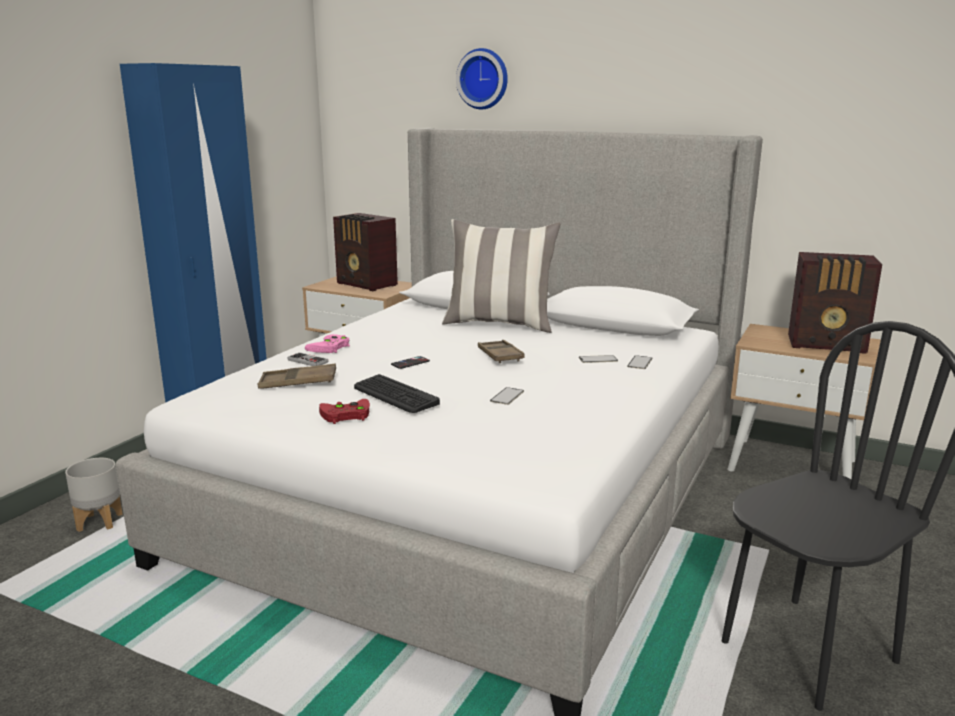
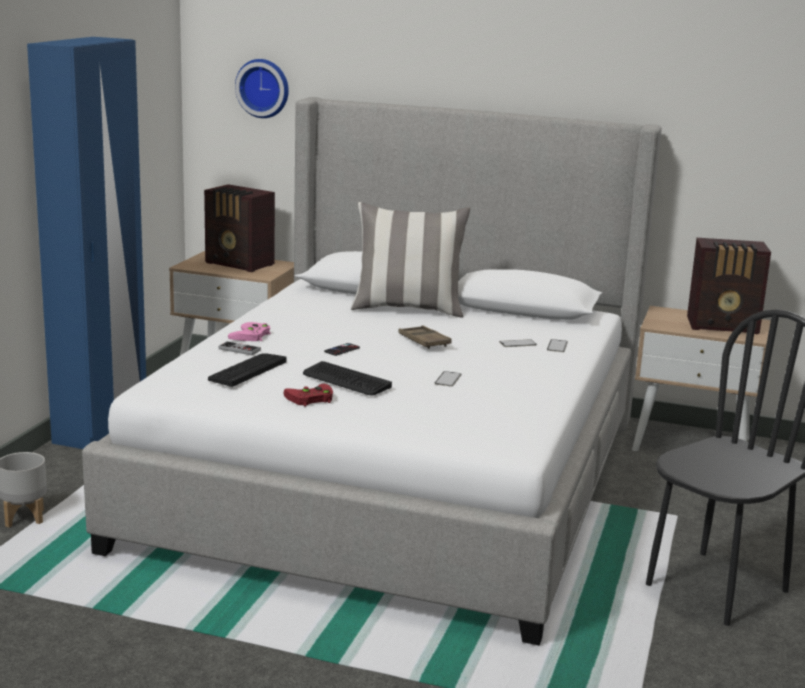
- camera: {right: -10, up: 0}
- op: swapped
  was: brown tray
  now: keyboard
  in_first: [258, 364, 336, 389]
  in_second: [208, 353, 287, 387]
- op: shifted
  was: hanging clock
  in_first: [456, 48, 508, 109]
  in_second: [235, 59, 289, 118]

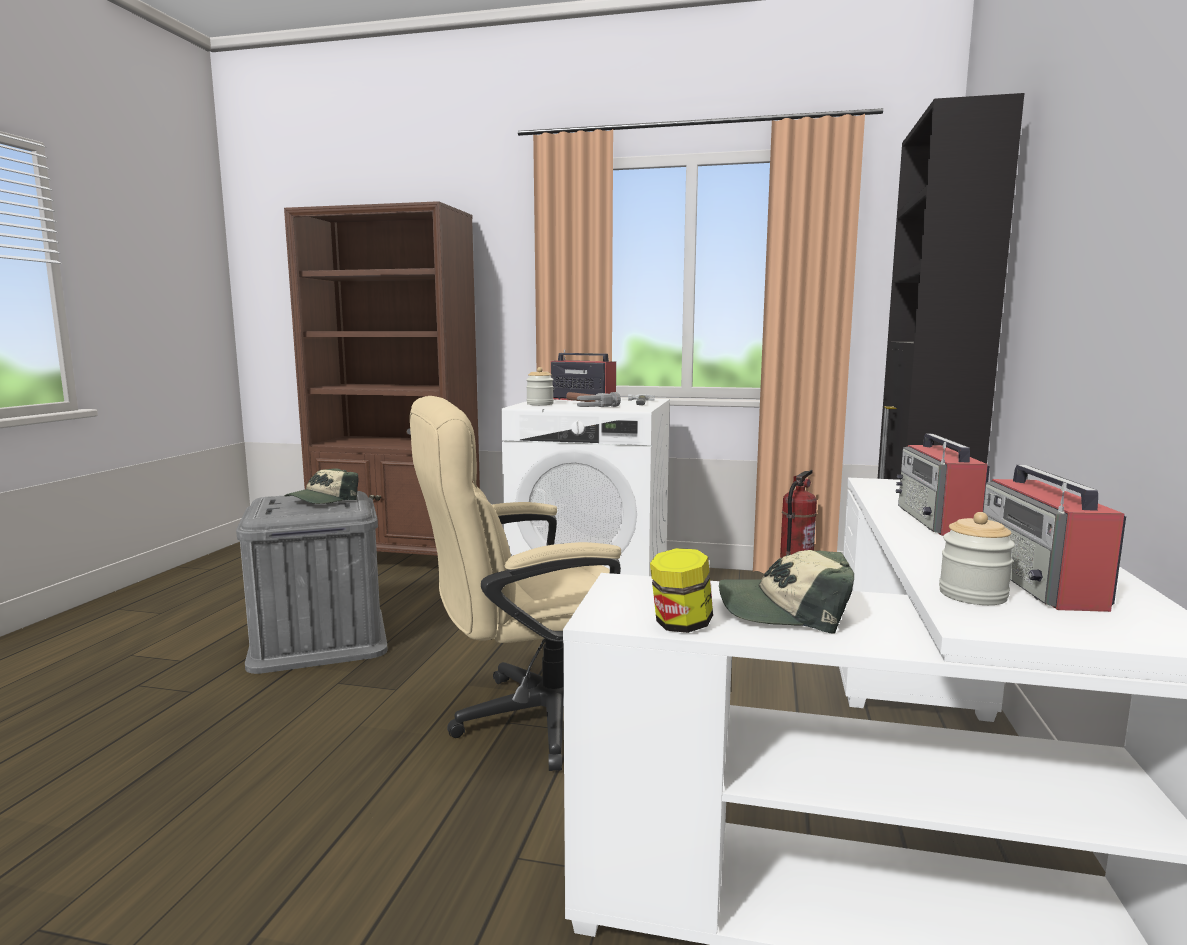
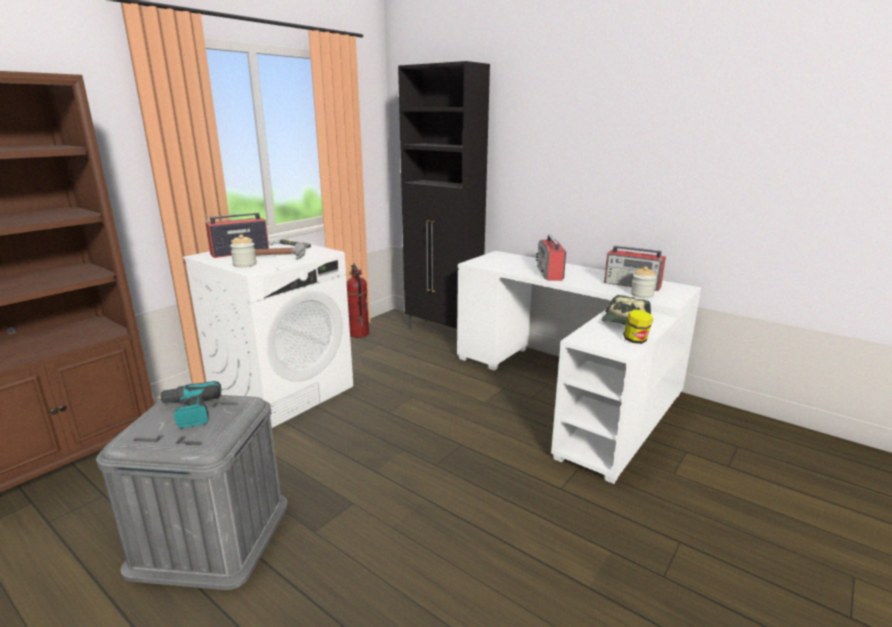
- camera: {right: -65, up: 10}
- op: swapped
  was: cap
  now: electric drill
  in_first: [284, 468, 359, 504]
  in_second: [154, 381, 221, 428]
- op: gone
  was: beige-coloured desk chair
  in_first: [410, 396, 621, 771]
- op: rotated
  was: radio receiver
  in_first: [896, 434, 990, 536]
  in_second: [536, 235, 566, 281]
  clockwise: 60

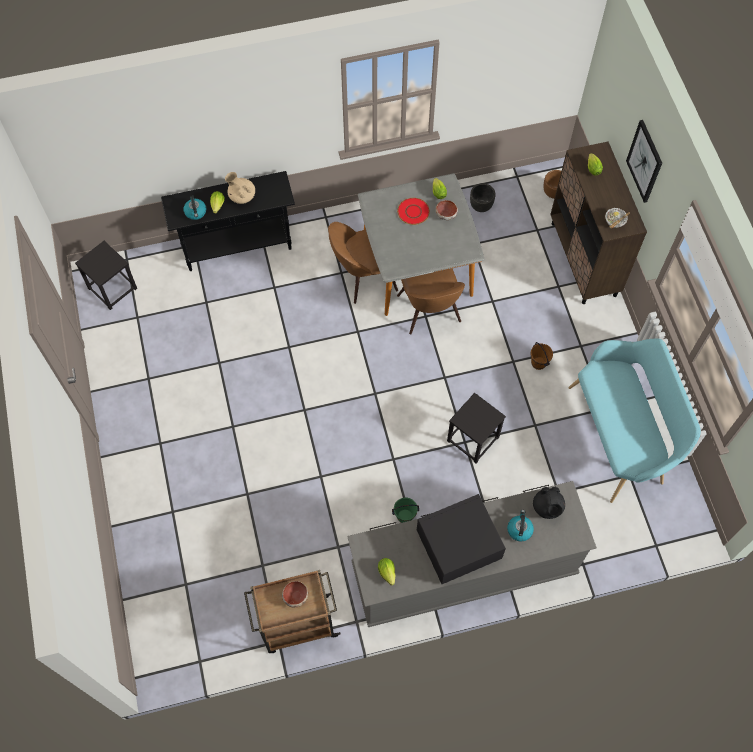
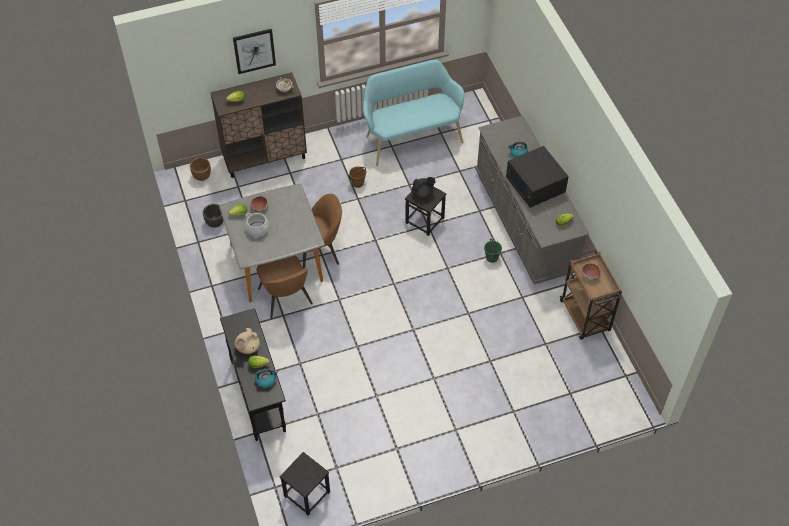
- camera: {right: -95, up: -10}
- op: swapped
  was: red-coloured dinner plate
  now: stockpot
  in_first: [397, 198, 430, 225]
  in_second: [246, 213, 269, 237]
- op: shifted
  was: black tea pot
  in_first: [533, 486, 565, 519]
  in_second: [412, 177, 436, 199]

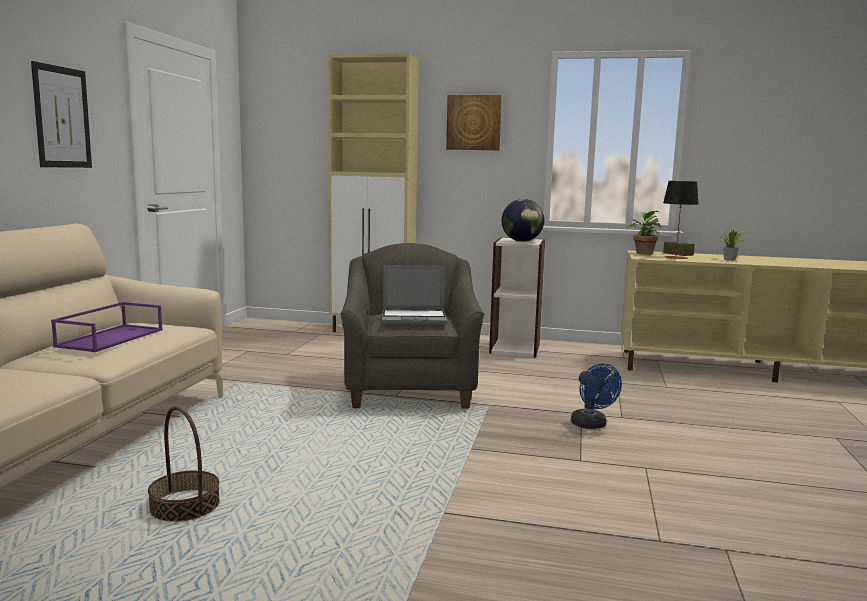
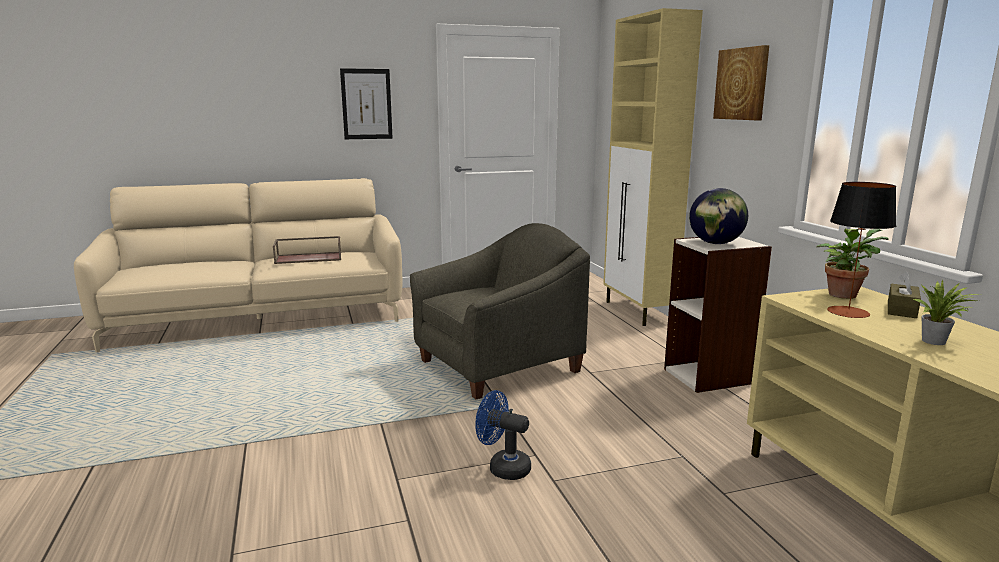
- camera: {right: 60, up: 5}
- op: repainted
  was: purplish tray
  now: brown tray
  in_first: [51, 302, 163, 352]
  in_second: [273, 236, 341, 264]
- op: gone
  was: storage basket
  in_first: [148, 406, 220, 522]
- op: gone
  was: notebook computer
  in_first: [382, 265, 448, 325]
- op: rotated
  was: bluish cooling fan
  in_first: [571, 364, 622, 429]
  in_second: [475, 390, 531, 480]
  clockwise: 75

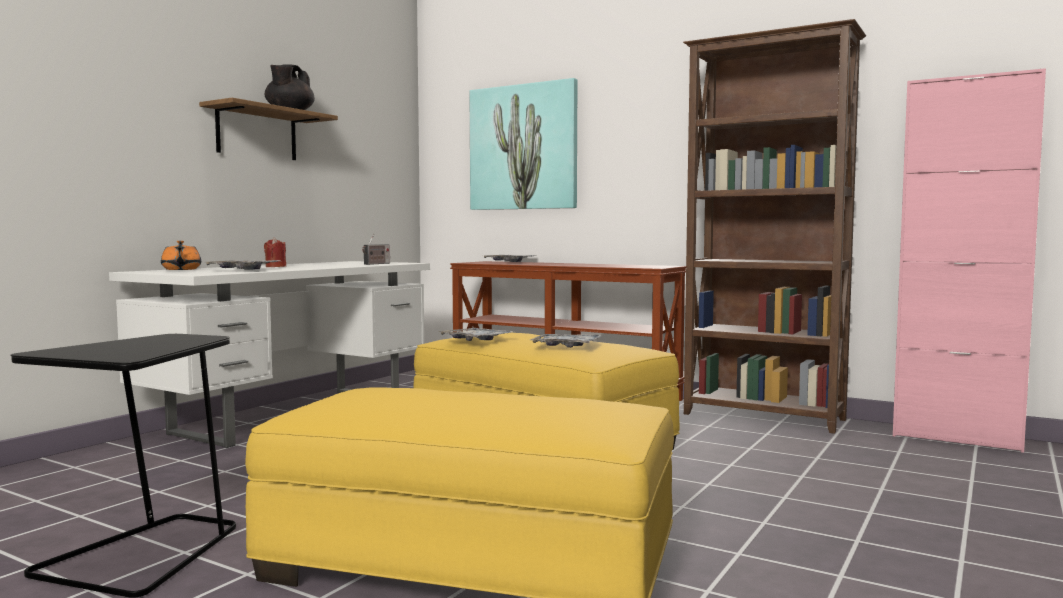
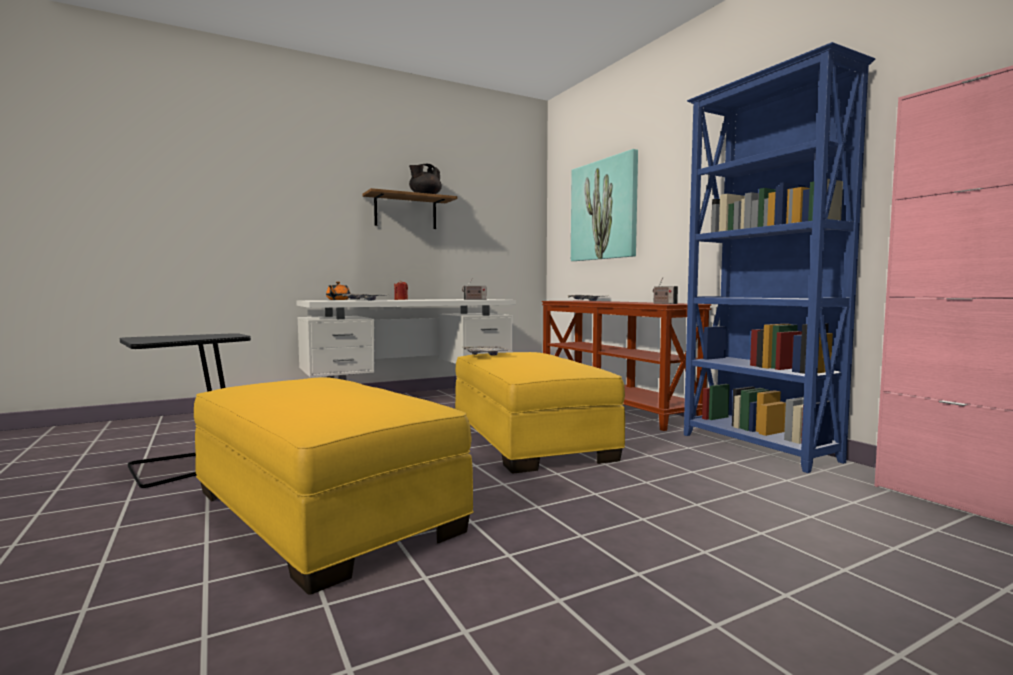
- camera: {right: 30, up: 0}
- op: gone
  was: tray
  in_first: [530, 334, 602, 348]
- op: repainted
  was: brown bookcase
  now: bluish bookcase
  in_first: [683, 19, 866, 434]
  in_second: [684, 42, 875, 473]
- op: new
  now: radio receiver
  in_second: [653, 277, 678, 304]

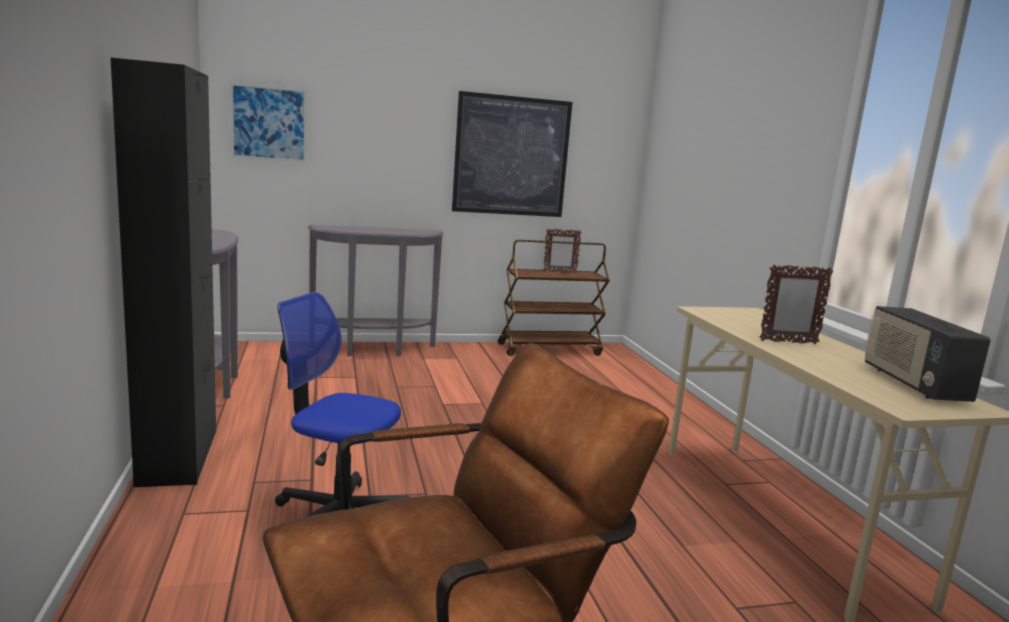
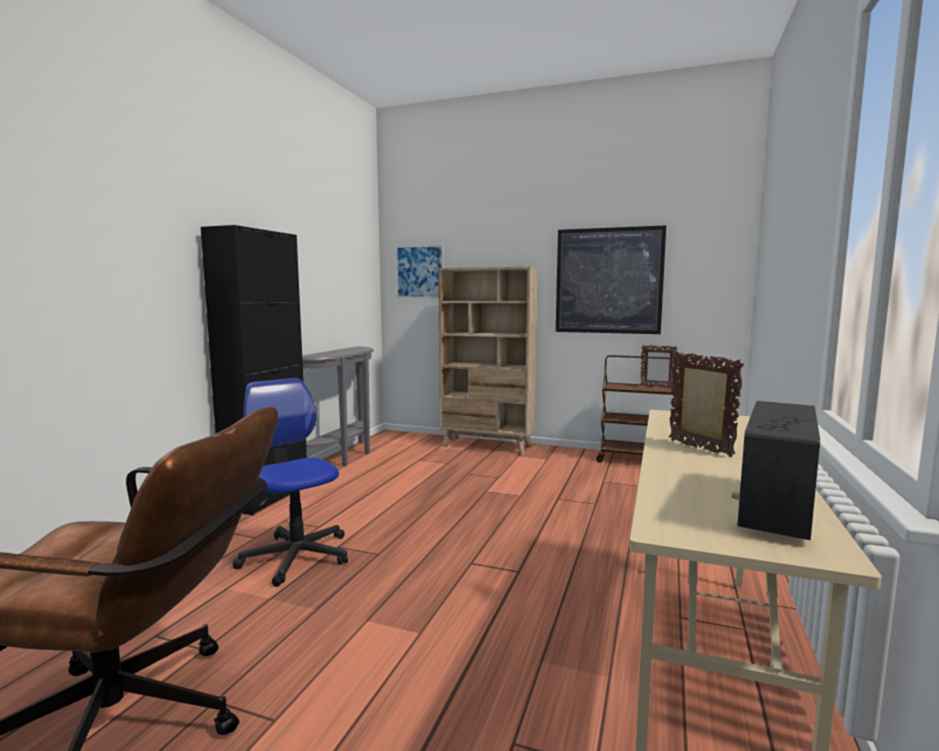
- camera: {right: 35, up: -5}
- op: swapped
  was: grey narrow table
  now: beige-coloured bookcase
  in_first: [308, 225, 444, 356]
  in_second: [438, 267, 538, 455]
- op: rotated
  was: photo frame
  in_first: [760, 264, 833, 344]
  in_second: [669, 351, 744, 457]
  clockwise: -150

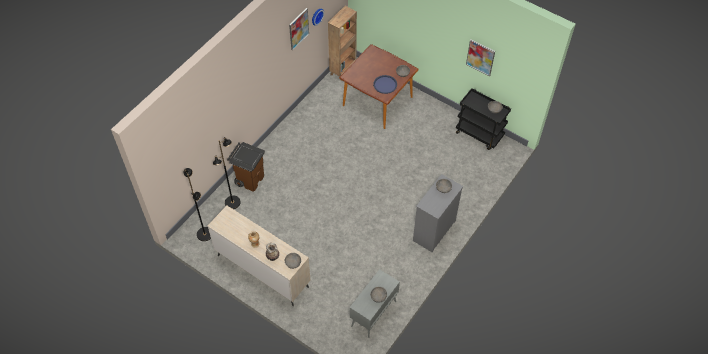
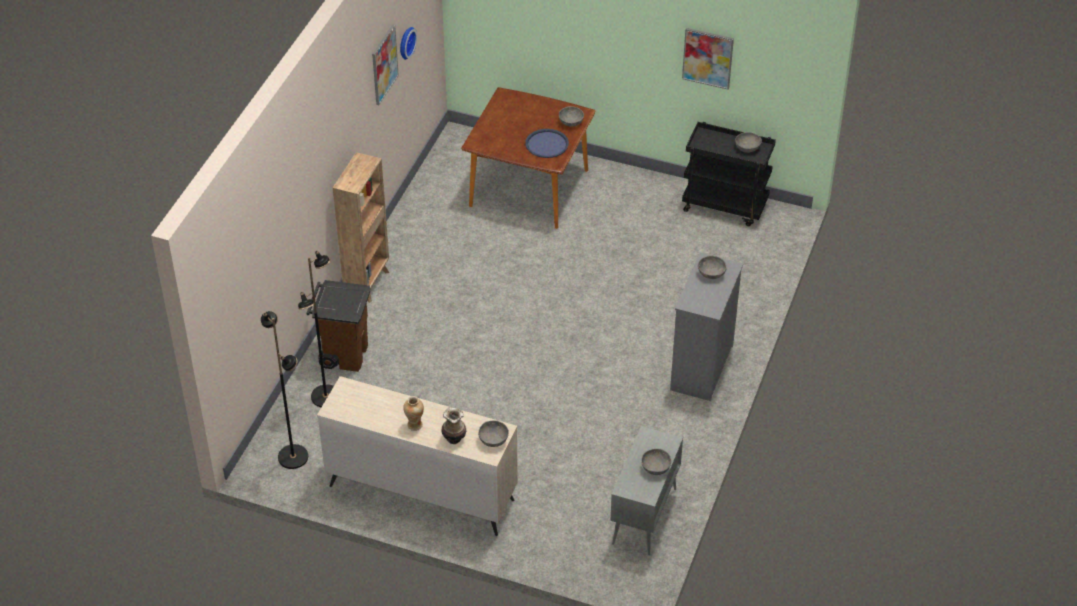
- camera: {right: -15, up: -10}
- op: shifted
  was: brown bookcase
  in_first: [328, 6, 357, 81]
  in_second: [333, 152, 389, 303]

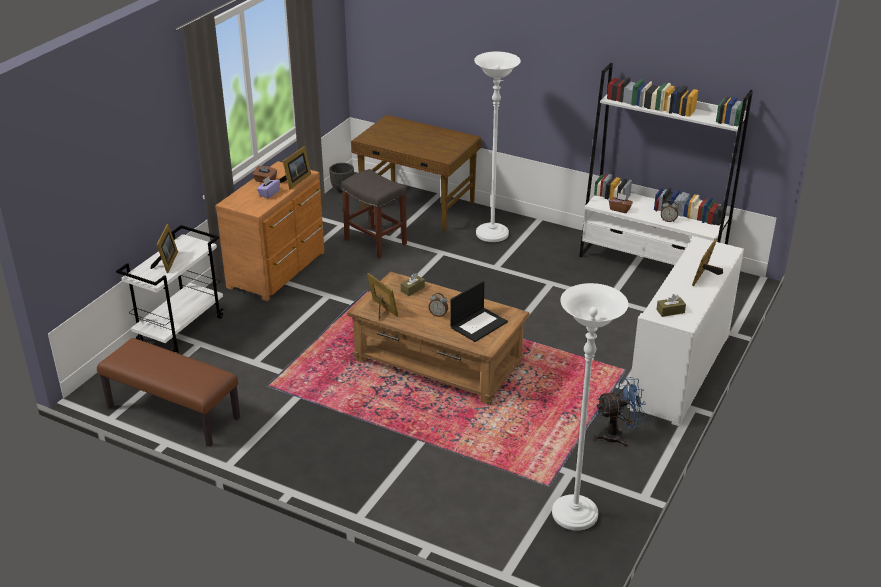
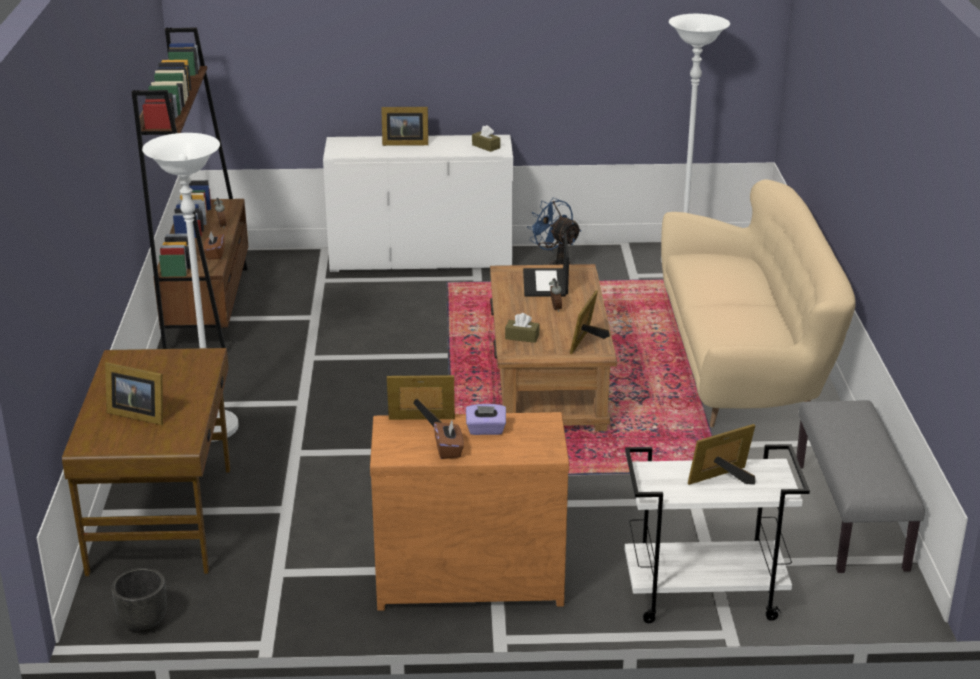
- camera: {right: -120, up: -5}
- op: repainted
  was: brown bench
  now: grey bench
  in_first: [97, 338, 240, 447]
  in_second: [796, 400, 925, 573]
- op: gone
  was: grey stool
  in_first: [341, 169, 407, 259]
- op: rotated
  was: notebook computer
  in_first: [450, 281, 508, 342]
  in_second: [523, 232, 569, 297]
  clockwise: -105
- op: repainted
  was: whitish bookcase
  now: brown bookcase
  in_first: [579, 63, 753, 265]
  in_second: [131, 27, 248, 349]
- op: new
  now: photo frame
  in_second: [105, 362, 163, 425]
- op: new
  now: beige-coloured sofa
  in_second: [661, 179, 856, 427]

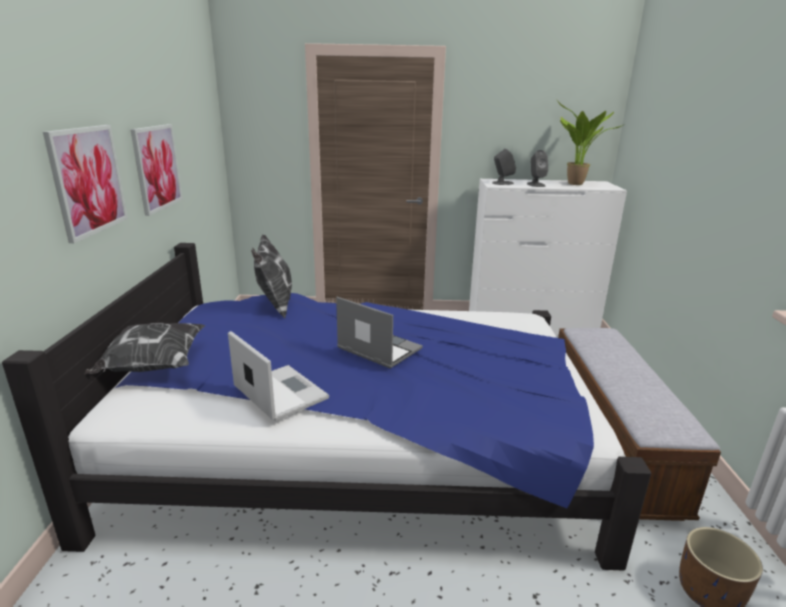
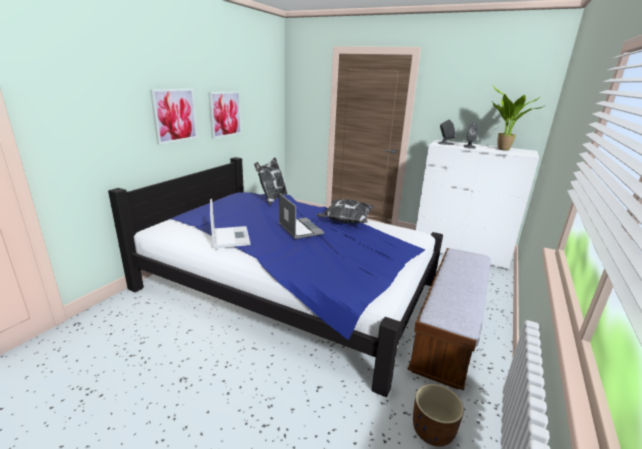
- camera: {right: 25, up: 0}
- op: shifted
  was: cushion
  in_first: [84, 323, 205, 374]
  in_second: [316, 199, 374, 223]

